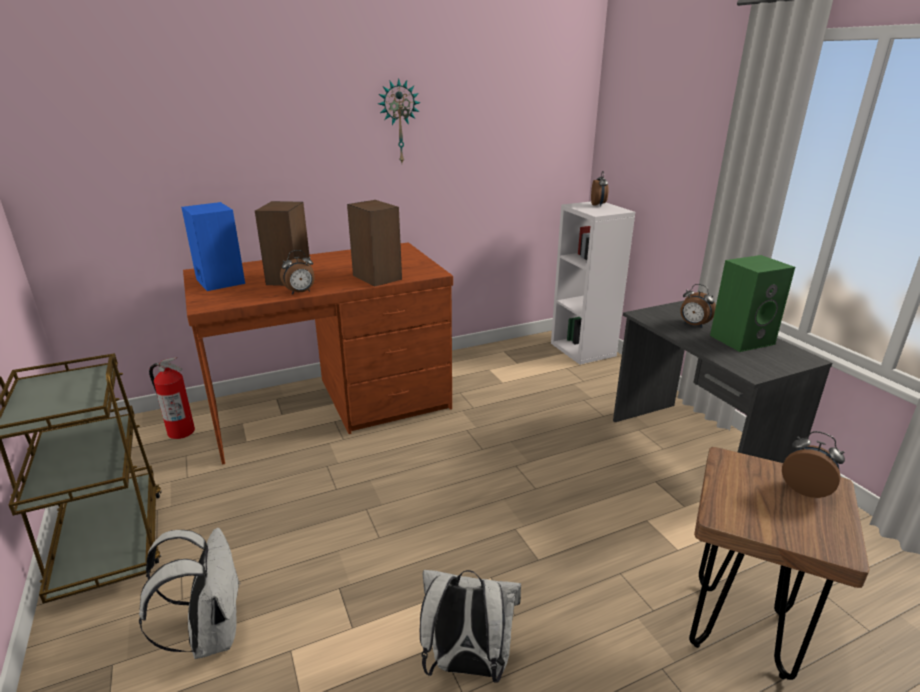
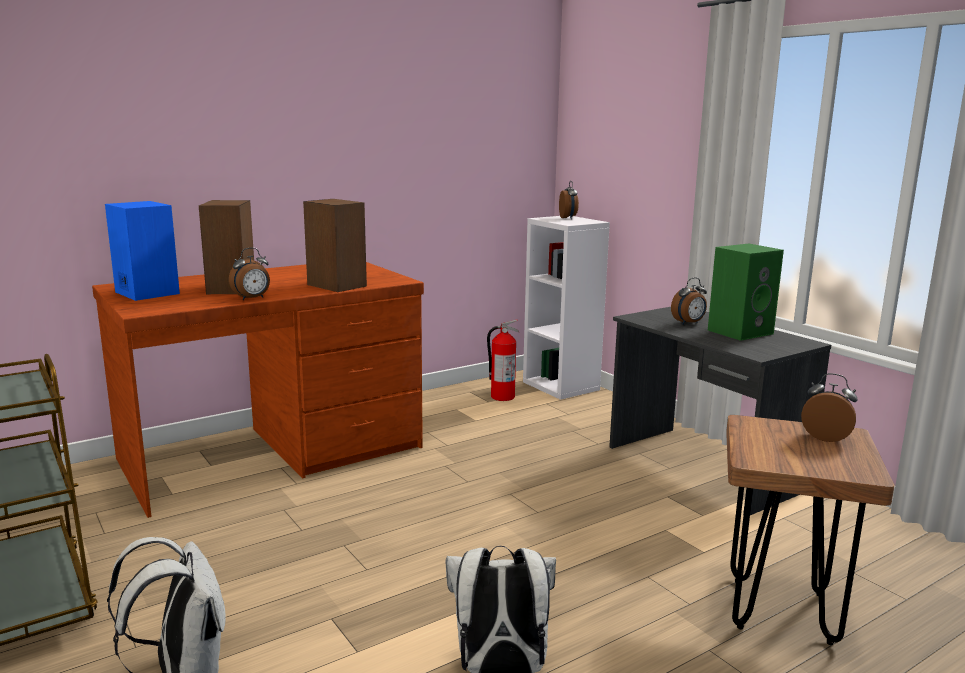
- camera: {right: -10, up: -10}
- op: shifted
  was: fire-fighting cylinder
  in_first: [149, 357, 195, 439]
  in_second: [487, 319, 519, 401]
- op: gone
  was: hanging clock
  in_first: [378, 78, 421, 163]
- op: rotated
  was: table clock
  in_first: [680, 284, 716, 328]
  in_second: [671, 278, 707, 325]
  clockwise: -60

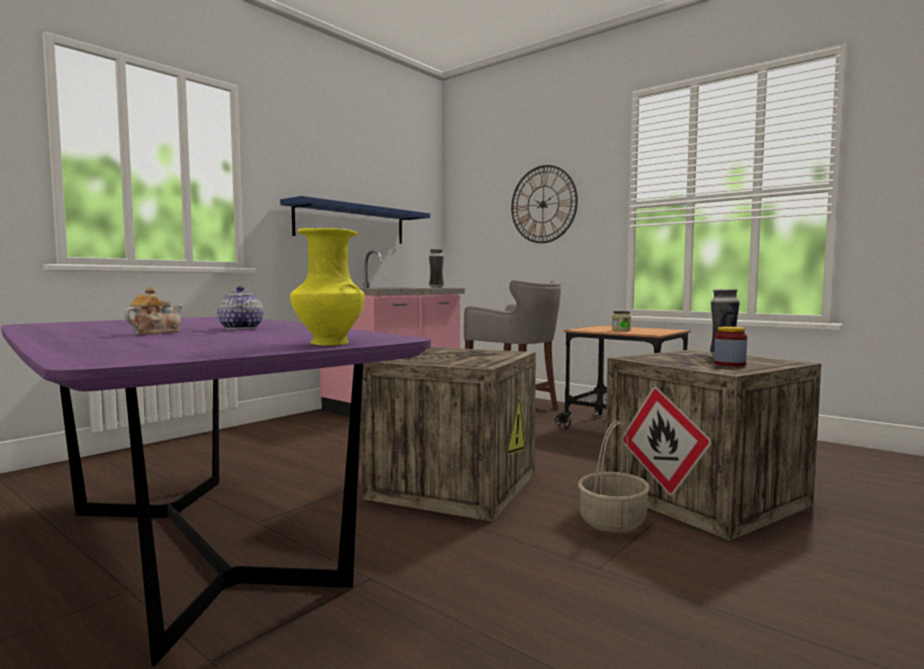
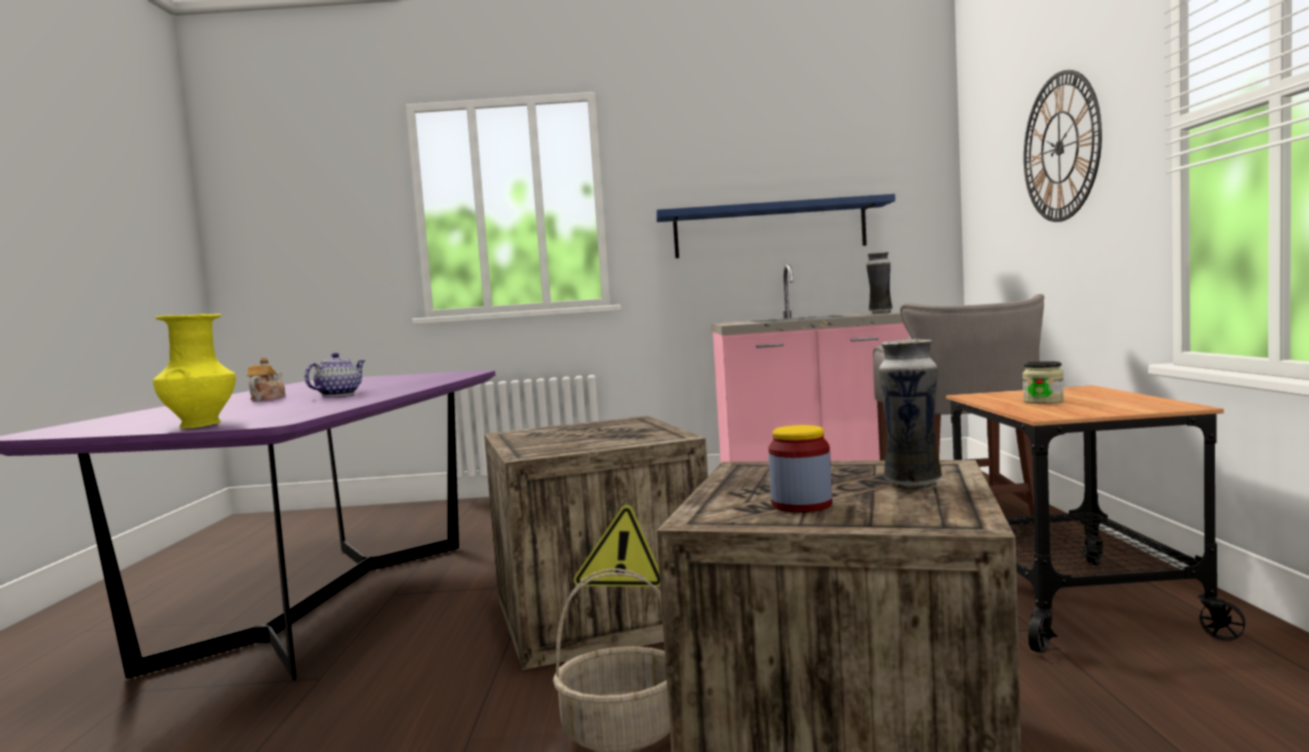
- camera: {right: 50, up: 0}
- op: rotated
  was: tea pot
  in_first: [124, 287, 183, 335]
  in_second: [247, 357, 286, 401]
  clockwise: -75

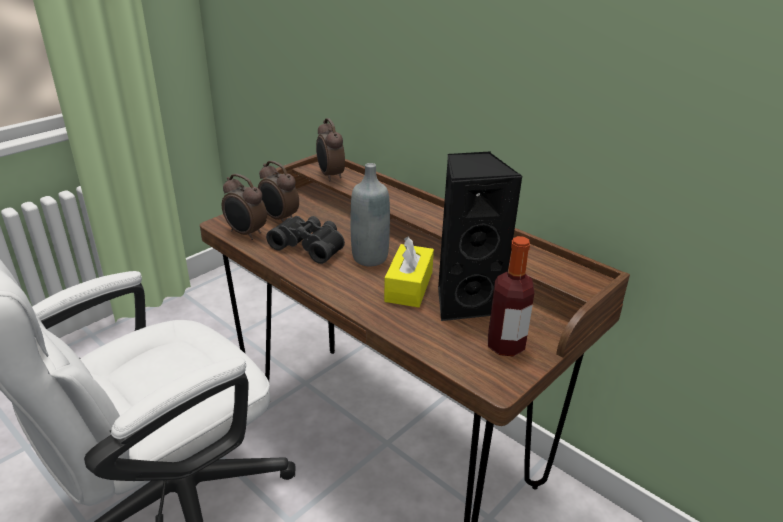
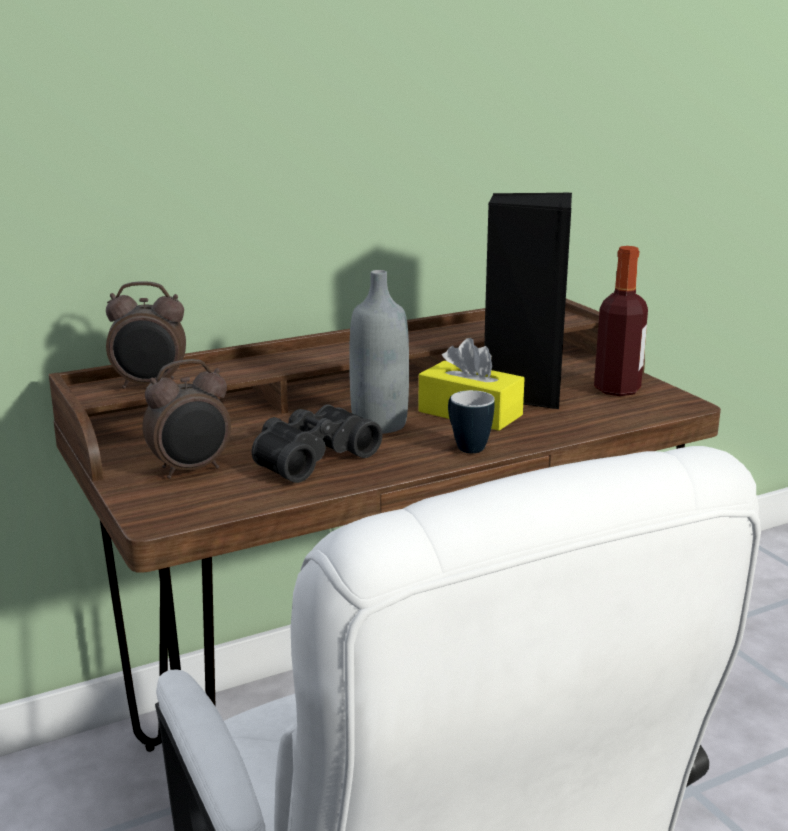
- camera: {right: -70, up: -10}
- op: gone
  was: table clock
  in_first: [222, 174, 267, 240]
- op: new
  now: tea mug
  in_second: [448, 390, 495, 453]

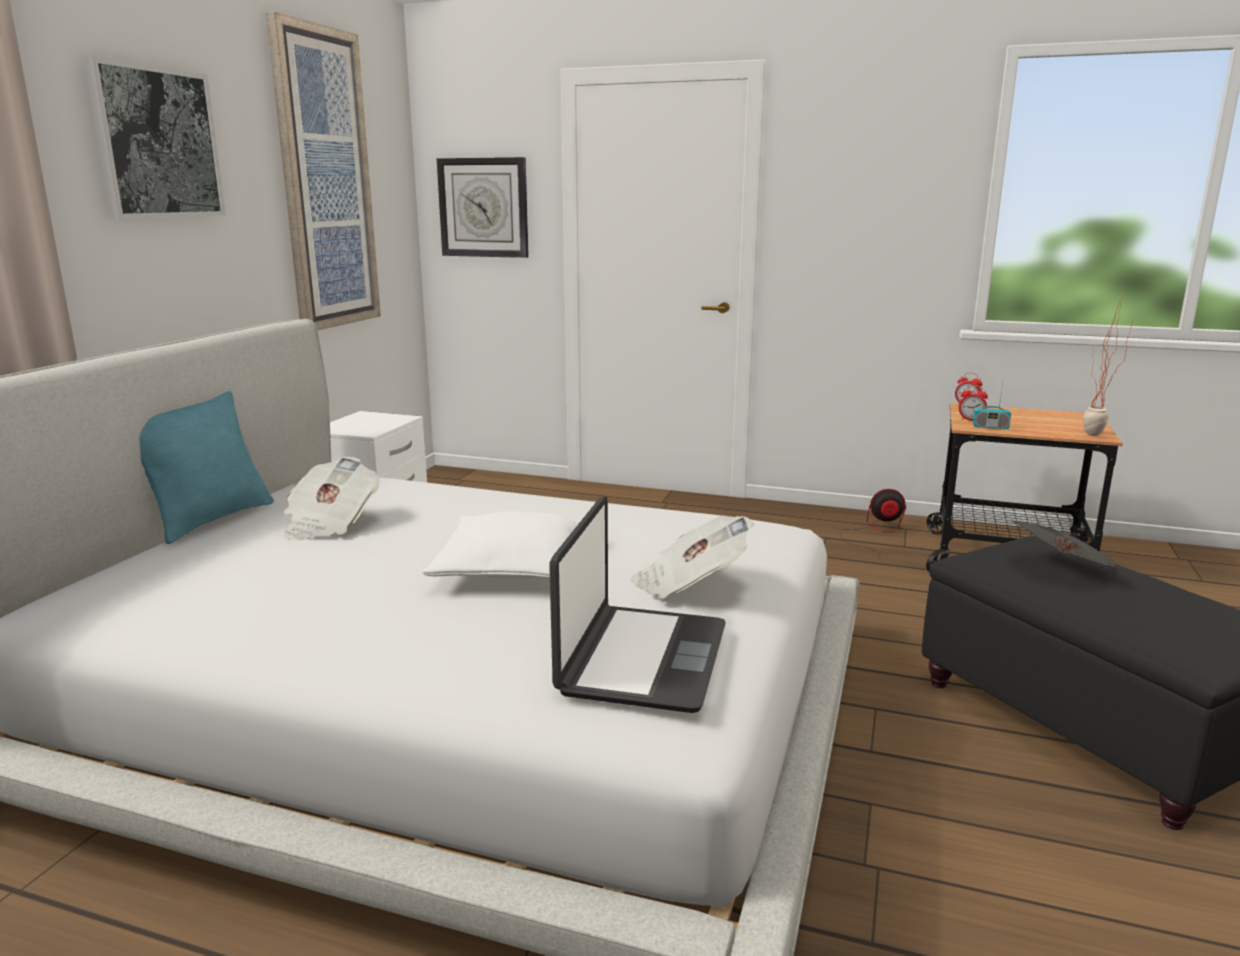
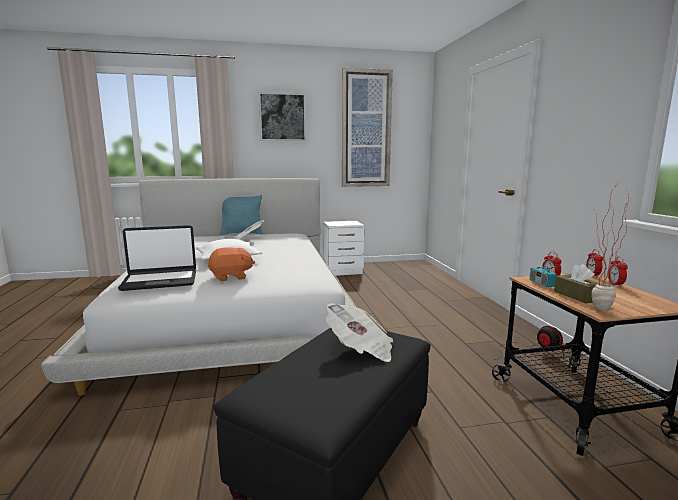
- camera: {right: 60, up: -5}
- op: gone
  was: hanging clock
  in_first: [437, 157, 529, 258]
- op: swapped
  was: daily paper
  now: orange-coloured plush toy
  in_first: [631, 516, 754, 599]
  in_second: [208, 247, 255, 281]
- op: new
  now: brown tissue holder
  in_second: [554, 264, 599, 304]
- op: new
  now: table clock
  in_second: [608, 256, 628, 287]

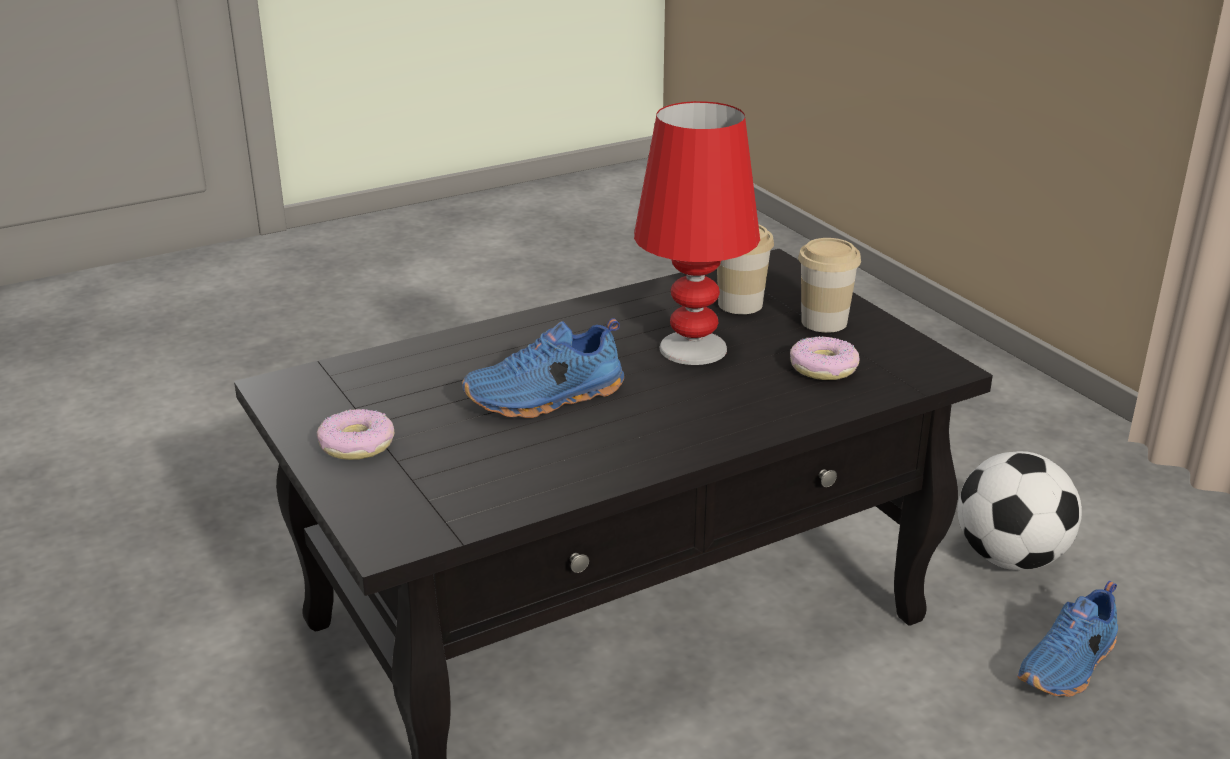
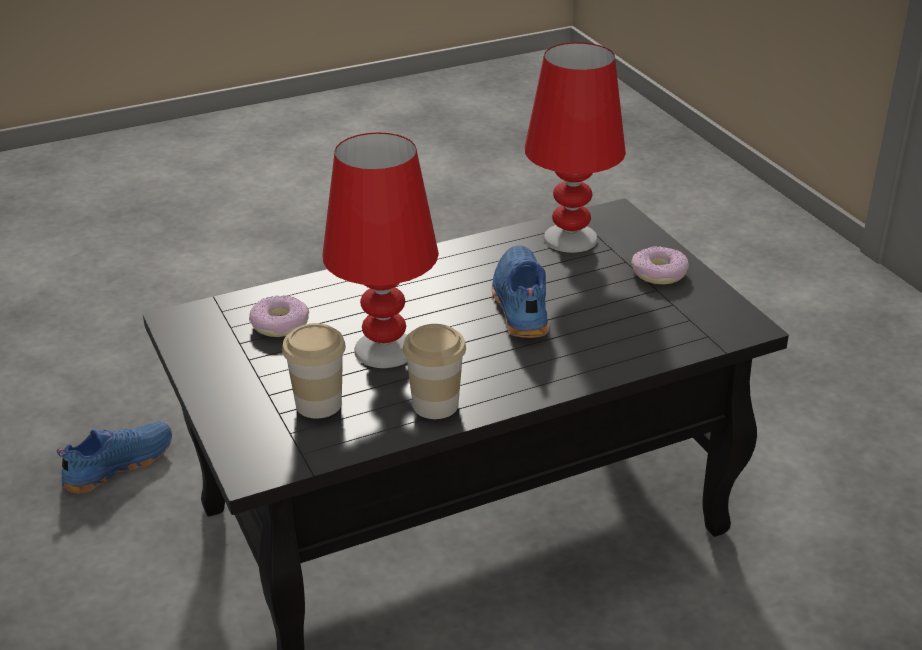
- camera: {right: -175, up: 5}
- op: rotated
  was: bluish shoe
  in_first: [462, 318, 624, 418]
  in_second: [492, 245, 549, 338]
  clockwise: -75
- op: shifted
  was: drinking cup
  in_first: [798, 238, 861, 333]
  in_second: [403, 324, 466, 419]
- op: gone
  was: ball for football
  in_first: [958, 451, 1082, 570]
- op: new
  now: red-coloured table lamp
  in_second: [525, 42, 626, 253]

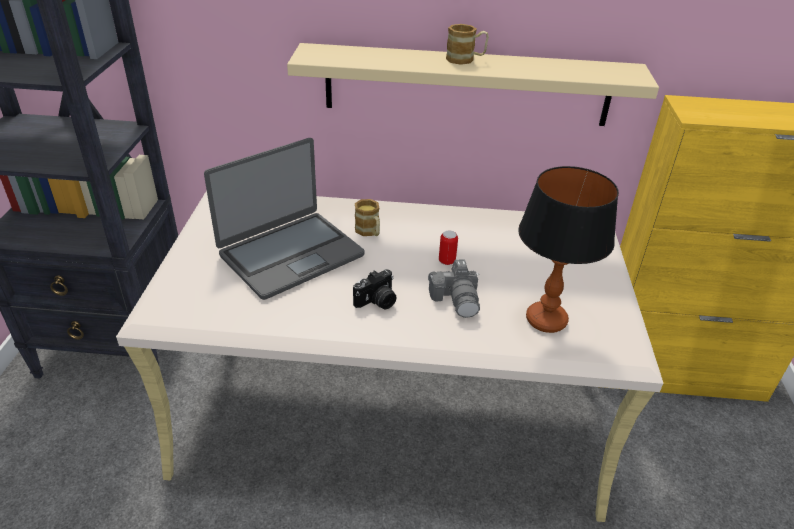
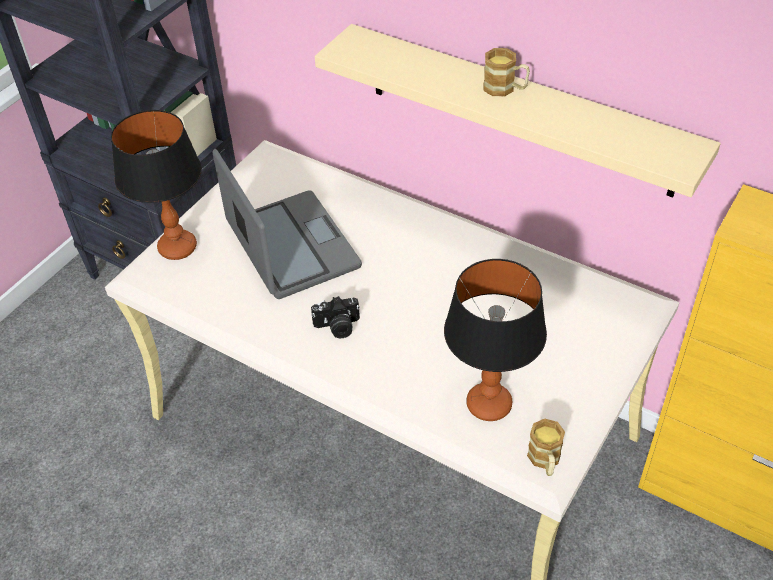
- camera: {right: 30, up: 10}
- op: rotated
  was: notebook computer
  in_first: [204, 138, 364, 300]
  in_second: [212, 149, 362, 299]
  clockwise: -105
- op: shifted
  was: tea mug
  in_first: [355, 199, 380, 236]
  in_second: [527, 419, 565, 476]
- op: gone
  was: still camera
  in_first: [428, 259, 480, 318]
- op: gone
  was: sealed can
  in_first: [439, 230, 458, 265]
- op: new
  now: table lamp
  in_second: [111, 110, 202, 260]

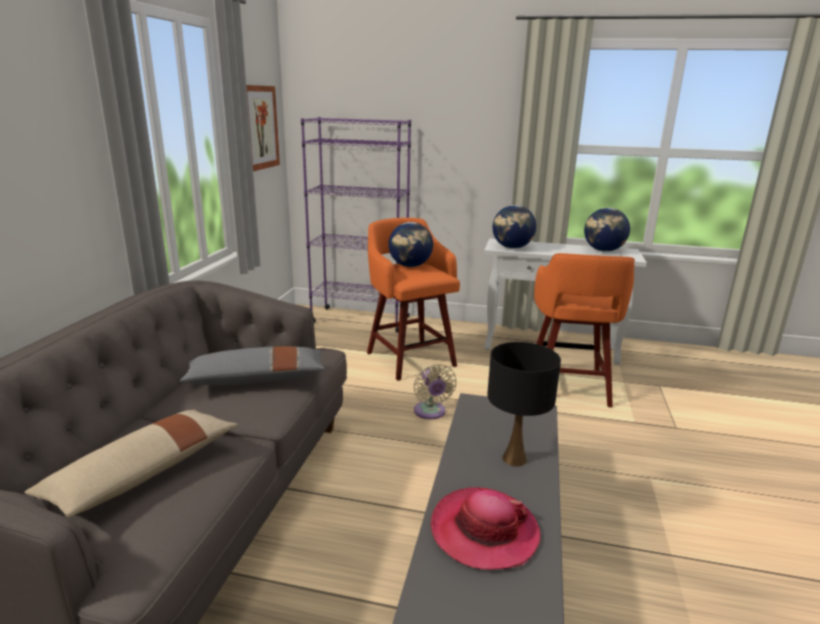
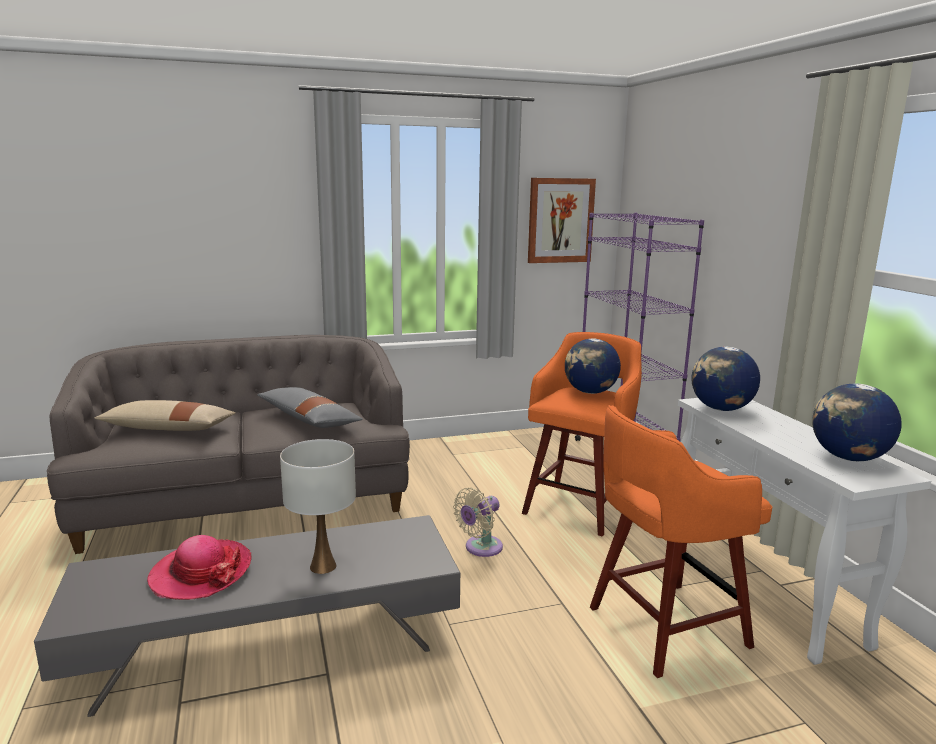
- camera: {right: 60, up: -5}
- op: repainted
  was: black table lamp
  now: whitish table lamp
  in_first: [487, 342, 561, 466]
  in_second: [280, 439, 356, 574]

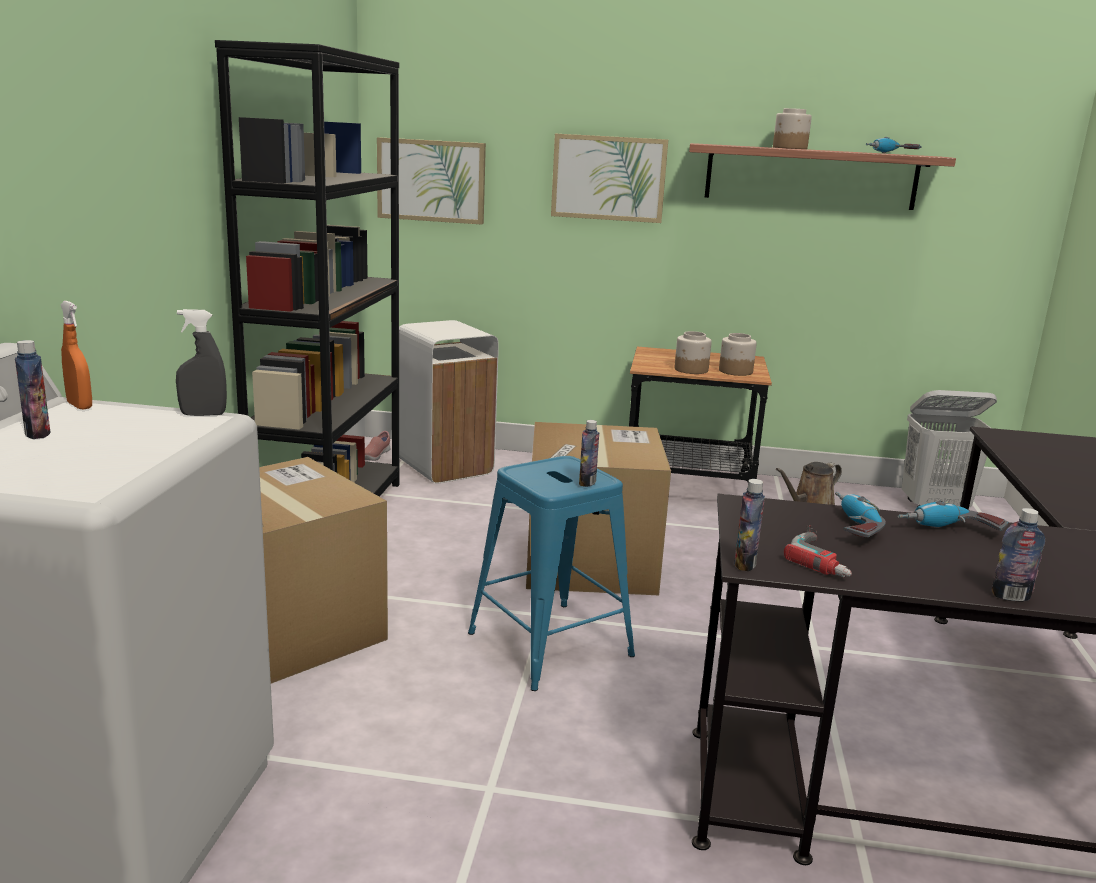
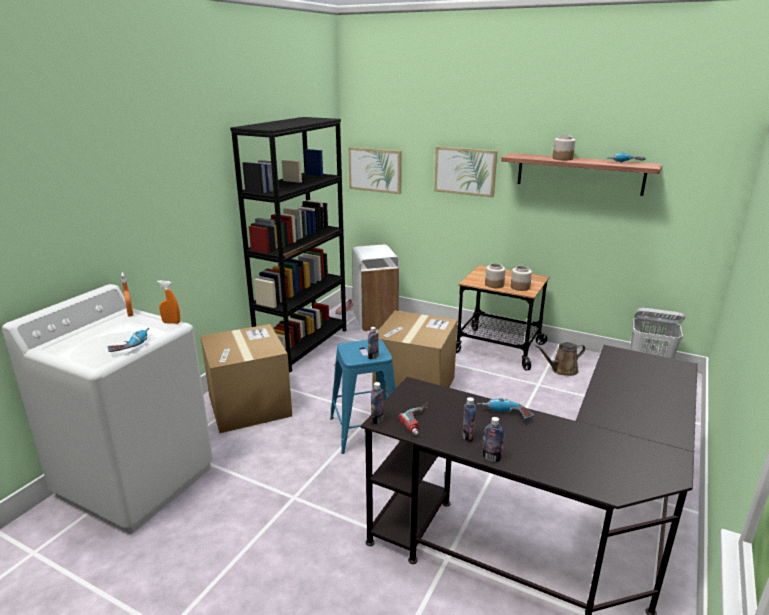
- camera: {right: 20, up: 5}
- op: shifted
  was: drink bottle
  in_first: [15, 340, 51, 439]
  in_second: [462, 397, 476, 442]
- op: repainted
  was: grey spray bottle
  now: orange-coloured spray bottle
  in_first: [176, 309, 227, 416]
  in_second: [157, 281, 180, 324]
- op: shifted
  was: electric drill
  in_first: [835, 492, 886, 538]
  in_second: [107, 328, 149, 352]

